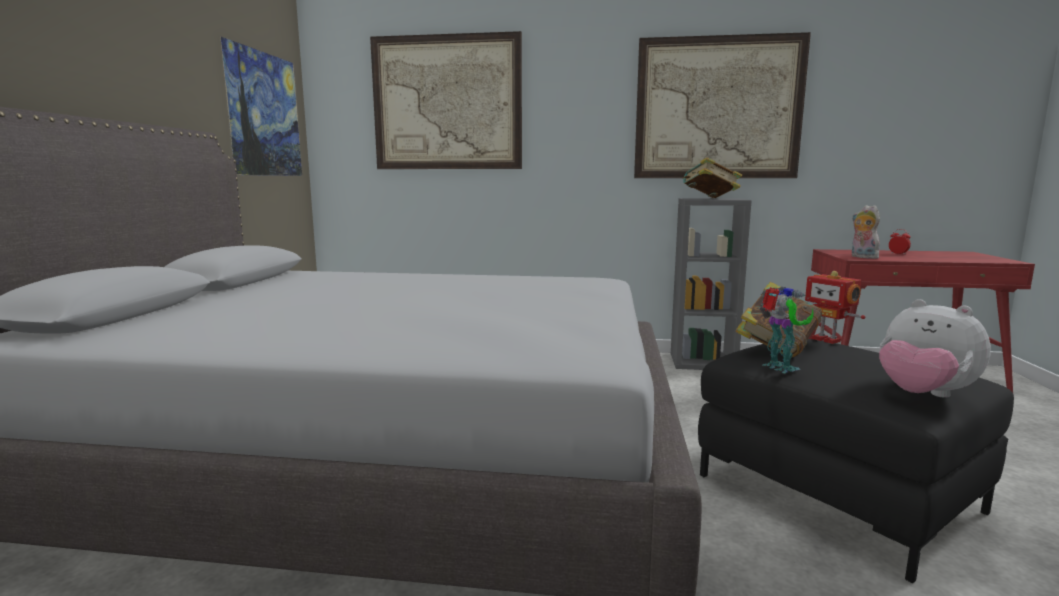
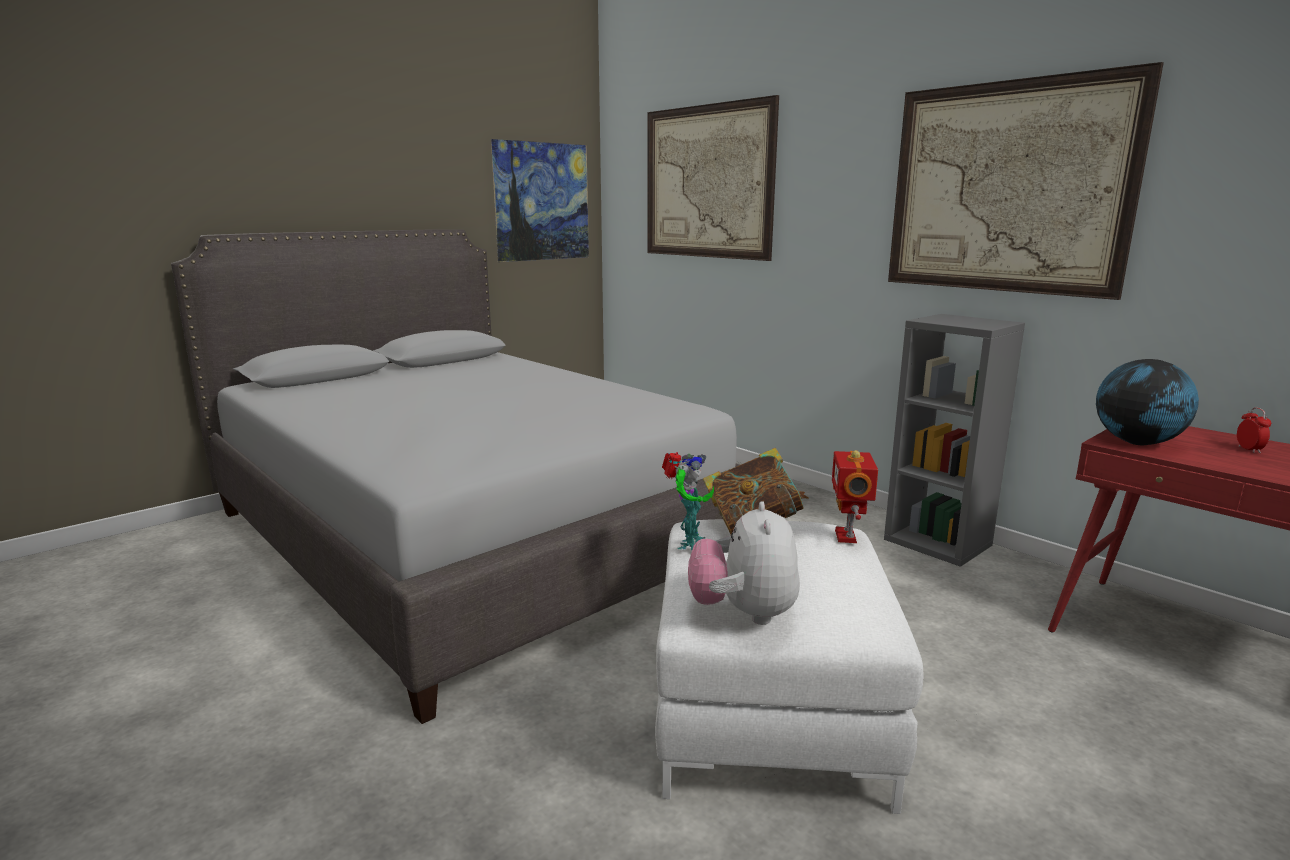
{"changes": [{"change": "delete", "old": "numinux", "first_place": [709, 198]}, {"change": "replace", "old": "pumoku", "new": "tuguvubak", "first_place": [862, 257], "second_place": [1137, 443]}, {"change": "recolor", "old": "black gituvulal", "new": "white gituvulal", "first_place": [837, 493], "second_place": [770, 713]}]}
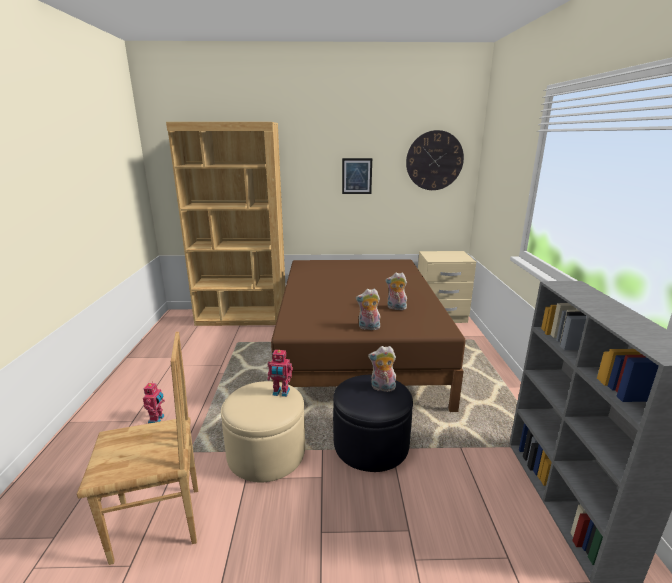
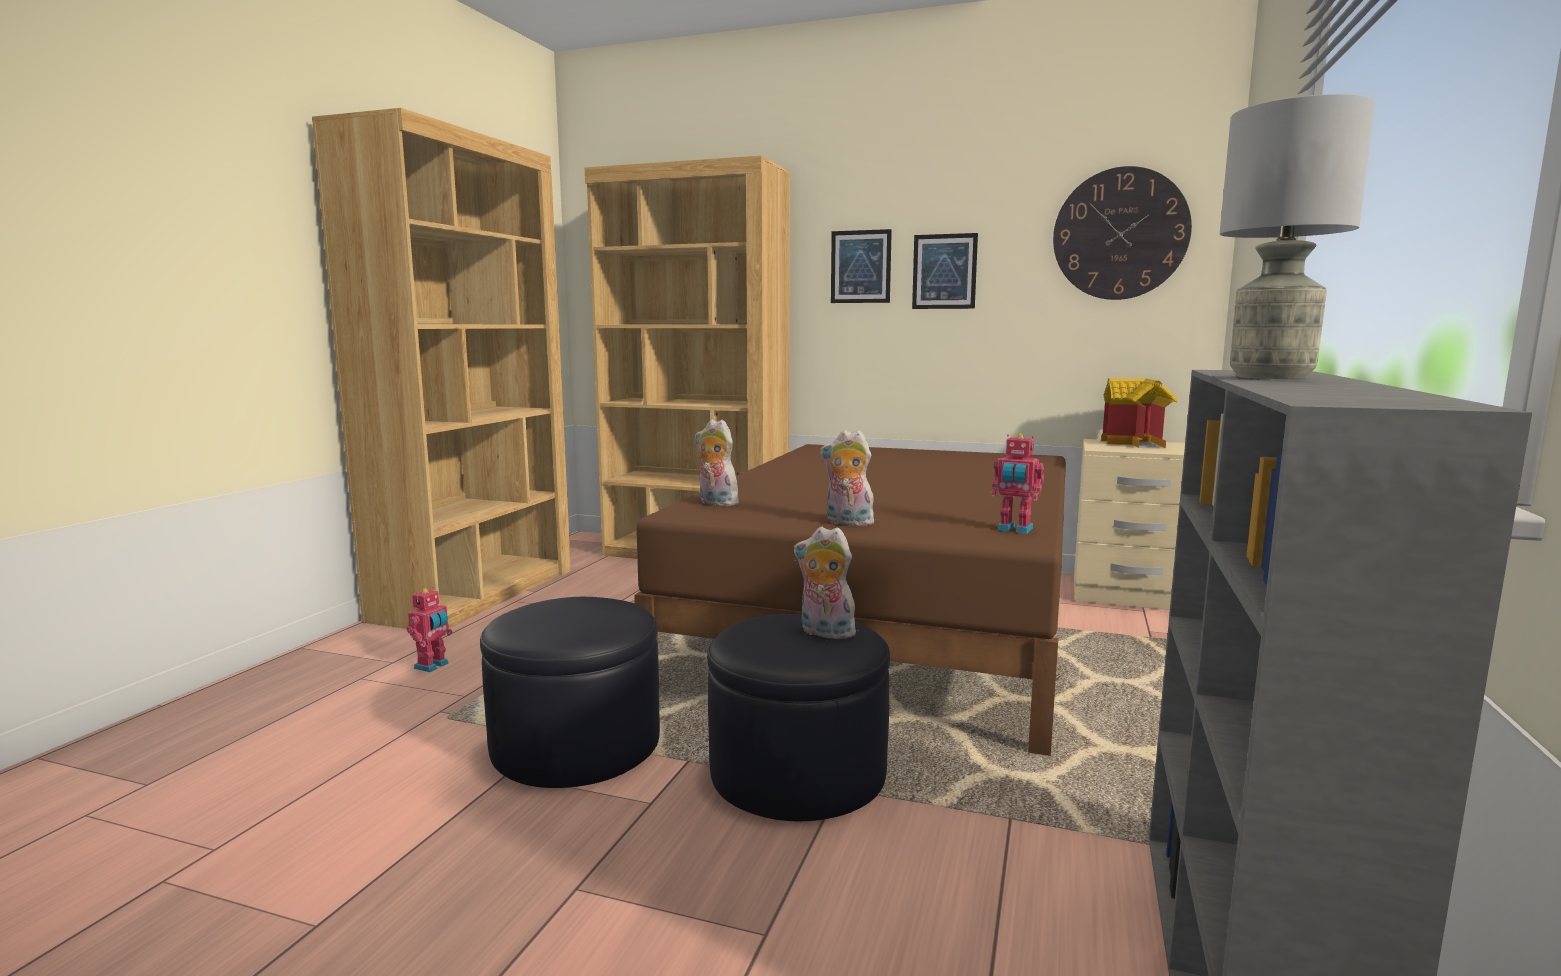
{"changes": [{"change": "move", "old": "pumoku", "first_place": [396, 308], "second_place": [715, 503]}, {"change": "delete", "old": "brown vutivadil", "first_place": [158, 525]}, {"change": "move", "old": "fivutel", "first_place": [281, 393], "second_place": [1014, 530]}, {"change": "recolor", "old": "beige gituvulal", "new": "black gituvulal", "first_place": [266, 452], "second_place": [575, 745]}, {"change": "insert", "new": "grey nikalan", "second_place": [1270, 377]}, {"change": "insert", "new": "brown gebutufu", "second_place": [477, 594]}, {"change": "insert", "new": "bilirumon", "second_place": [860, 266]}, {"change": "insert", "new": "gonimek", "second_place": [1138, 444]}]}
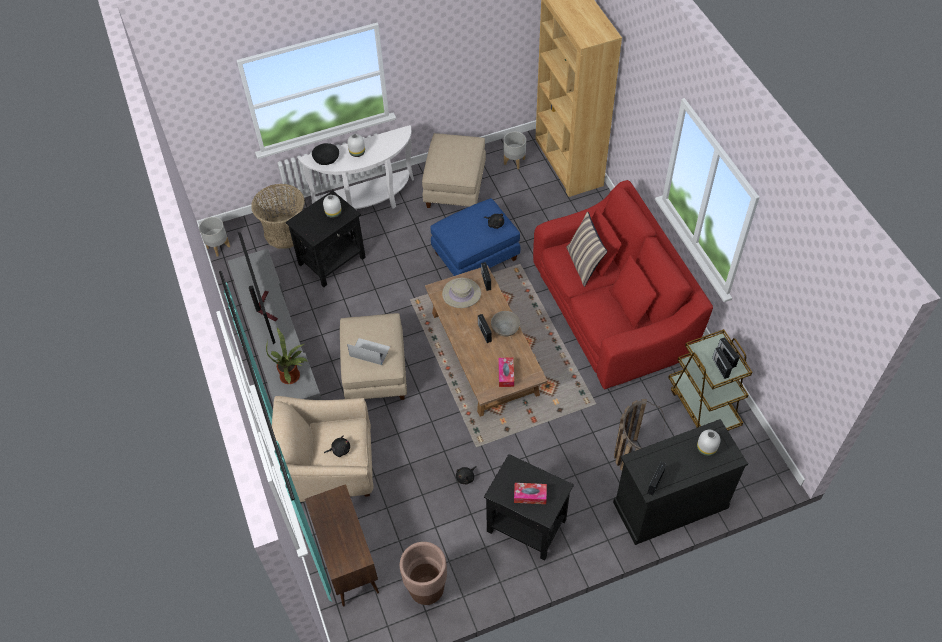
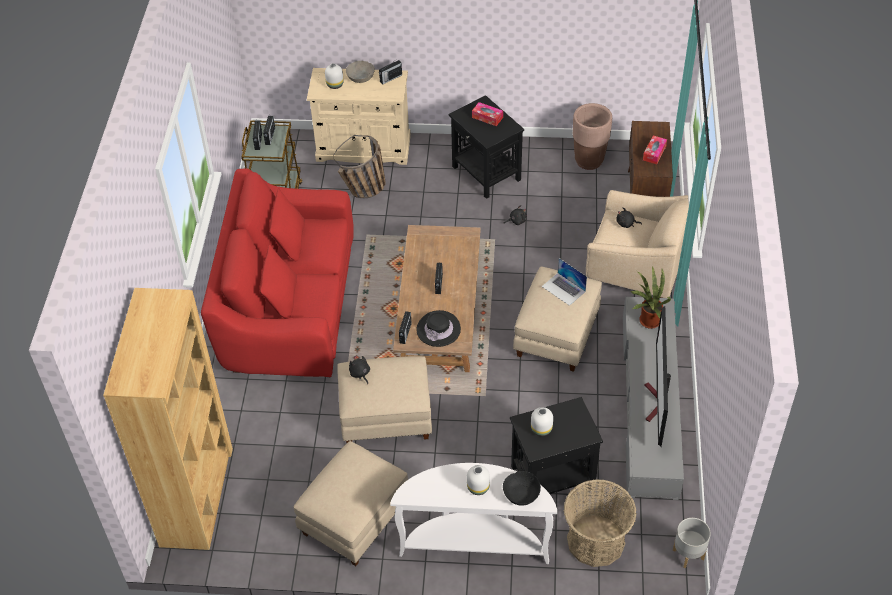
{"changes": [{"change": "delete", "old": "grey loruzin", "first_place": [514, 161]}, {"change": "recolor", "old": "blue gituvulal", "new": "beige gituvulal", "first_place": [475, 256], "second_place": [385, 418]}, {"change": "delete", "old": "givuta", "first_place": [584, 265]}, {"change": "recolor", "old": "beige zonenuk", "new": "black zonenuk", "first_place": [461, 294], "second_place": [438, 329]}, {"change": "move", "old": "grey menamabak", "first_place": [505, 328], "second_place": [360, 77]}, {"change": "move", "old": "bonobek", "first_place": [506, 374], "second_place": [654, 153]}, {"change": "recolor", "old": "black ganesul", "new": "beige ganesul", "first_place": [670, 505], "second_place": [363, 148]}]}
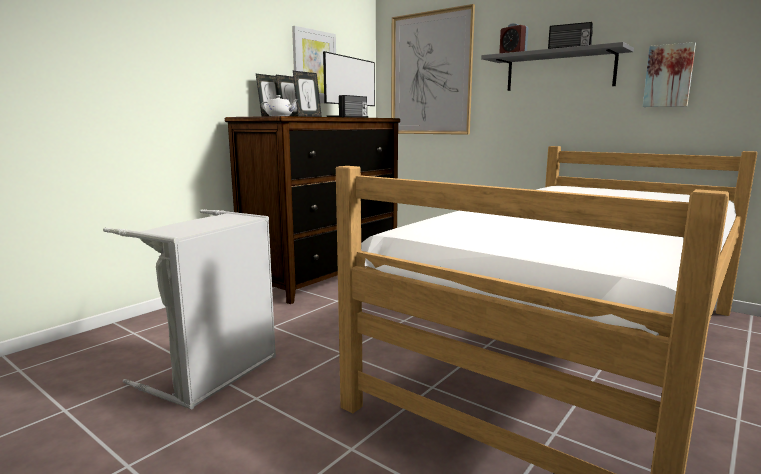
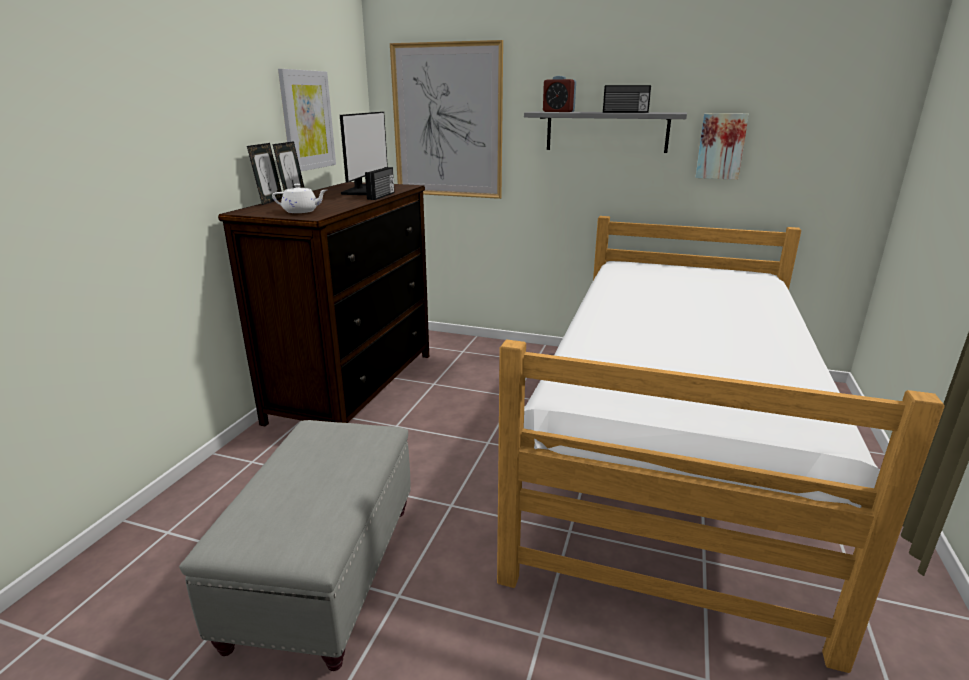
{"changes": [{"change": "delete", "old": "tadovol", "first_place": [308, 116]}, {"change": "replace", "old": "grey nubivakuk", "new": "grey gituvulal", "first_place": [214, 374], "second_place": [324, 573]}]}
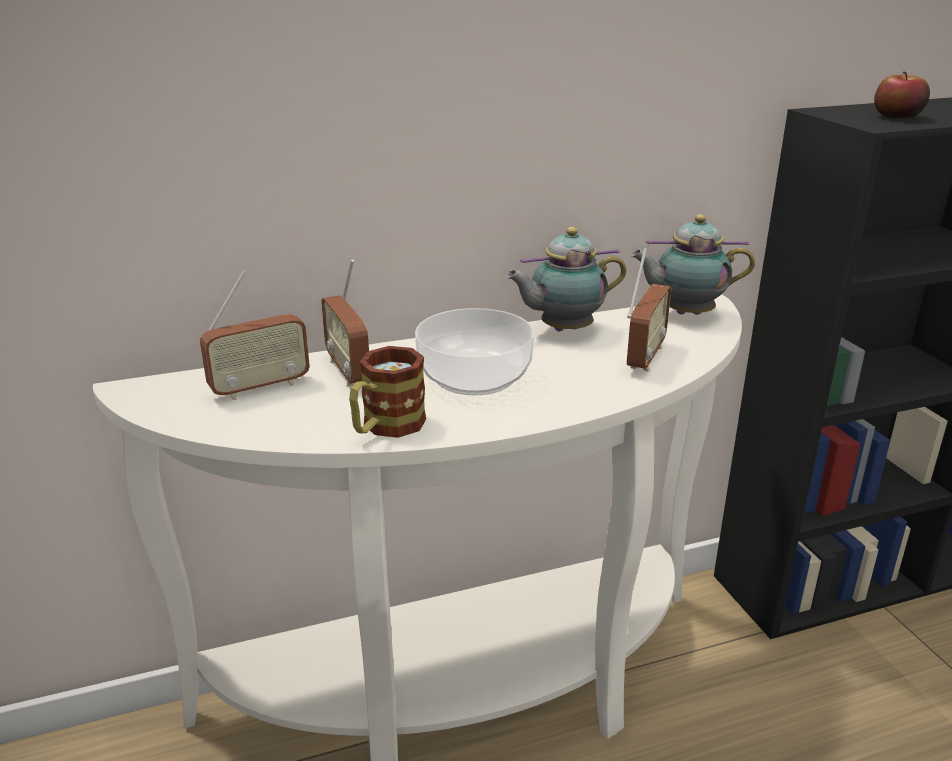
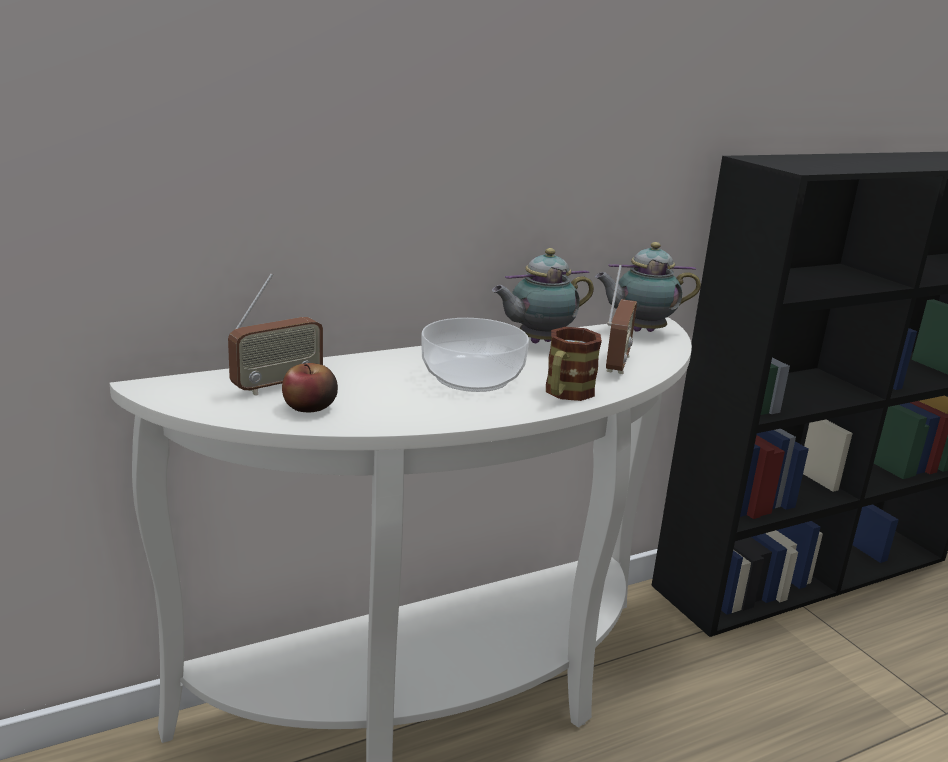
{"changes": [{"change": "move", "old": "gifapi", "first_place": [897, 116], "second_place": [310, 407]}, {"change": "delete", "old": "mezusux", "first_place": [349, 371]}, {"change": "move", "old": "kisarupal", "first_place": [385, 427], "second_place": [565, 394]}]}
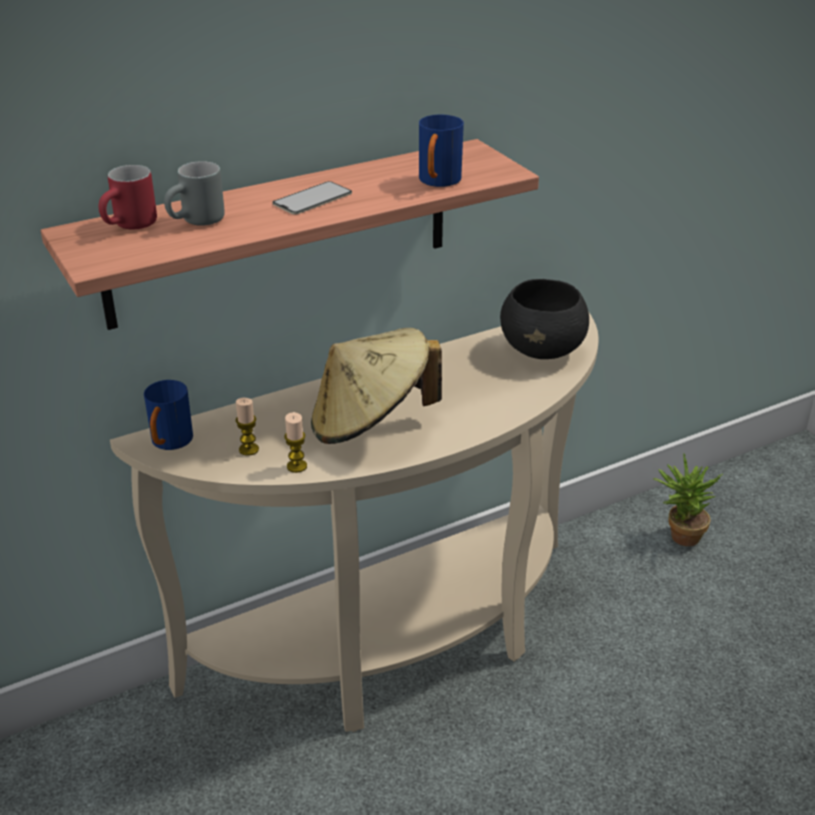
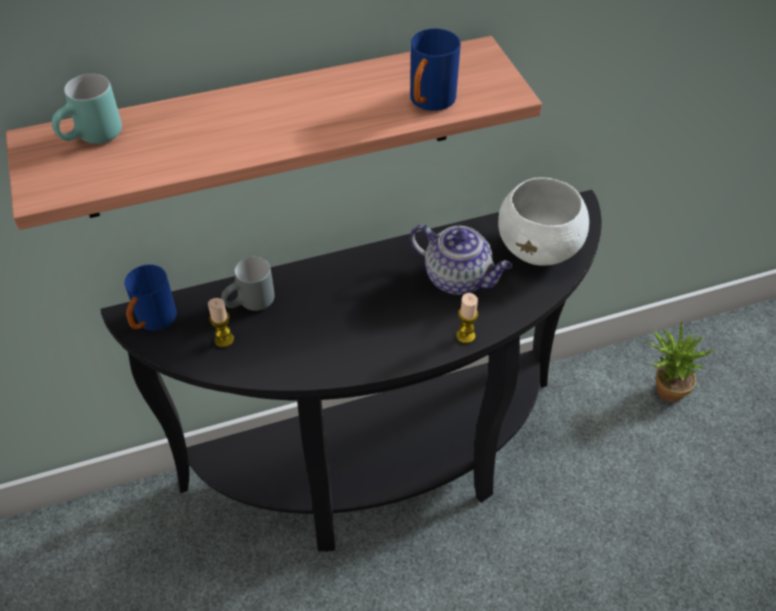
{"changes": [{"change": "move", "old": "grey kisarupal", "first_place": [198, 223], "second_place": [251, 305]}, {"change": "recolor", "old": "red kisarupal", "new": "turquoise kisarupal", "first_place": [131, 227], "second_place": [94, 139]}, {"change": "delete", "old": "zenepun", "first_place": [312, 199]}, {"change": "recolor", "old": "black menamabak", "new": "white menamabak", "first_place": [543, 350], "second_place": [539, 248]}, {"change": "recolor", "old": "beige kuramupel", "new": "black kuramupel", "first_place": [401, 646], "second_place": [384, 470]}, {"change": "delete", "old": "beige zonenuk", "first_place": [371, 423]}, {"change": "move", "old": "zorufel", "first_place": [297, 466], "second_place": [465, 336]}, {"change": "insert", "new": "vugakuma", "second_place": [459, 278]}]}
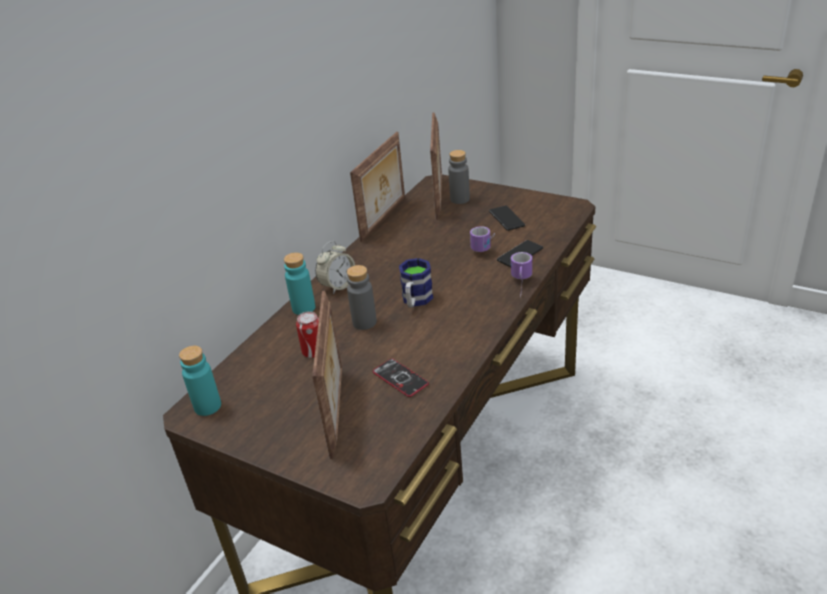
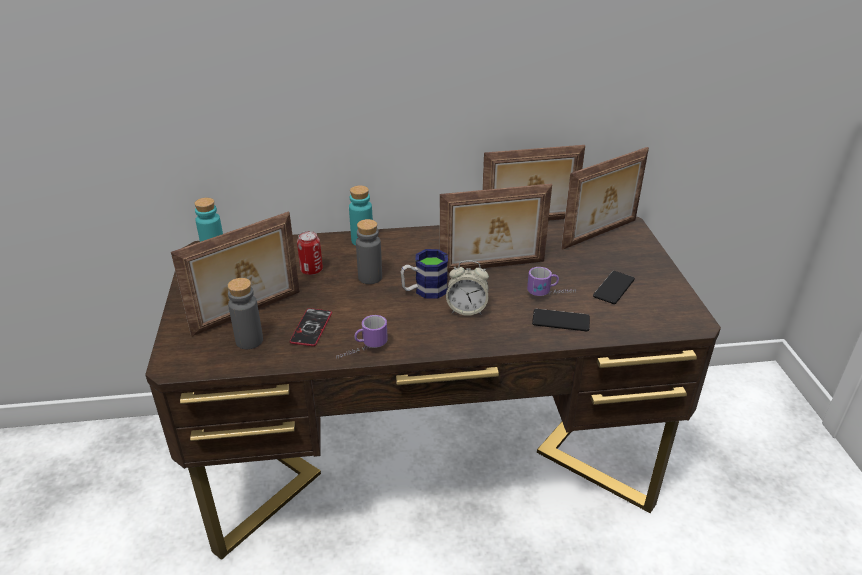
{"changes": [{"change": "move", "old": "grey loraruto", "first_place": [460, 199], "second_place": [249, 341]}, {"change": "move", "old": "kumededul", "first_place": [338, 286], "second_place": [467, 309]}, {"change": "move", "old": "kisarupal", "first_place": [521, 286], "second_place": [361, 350]}, {"change": "insert", "new": "tadovol", "second_place": [492, 267]}]}
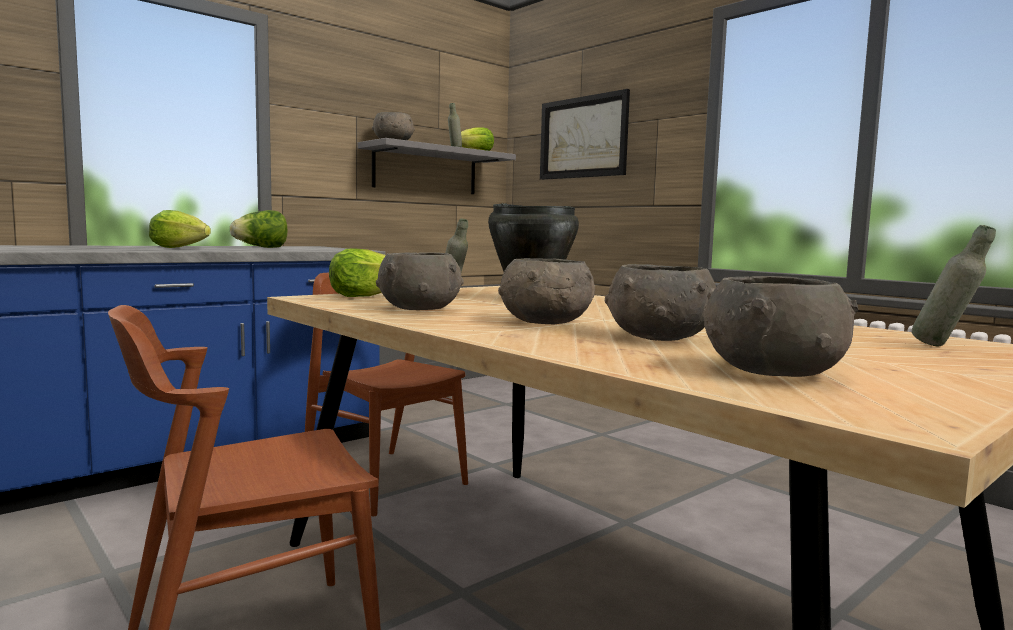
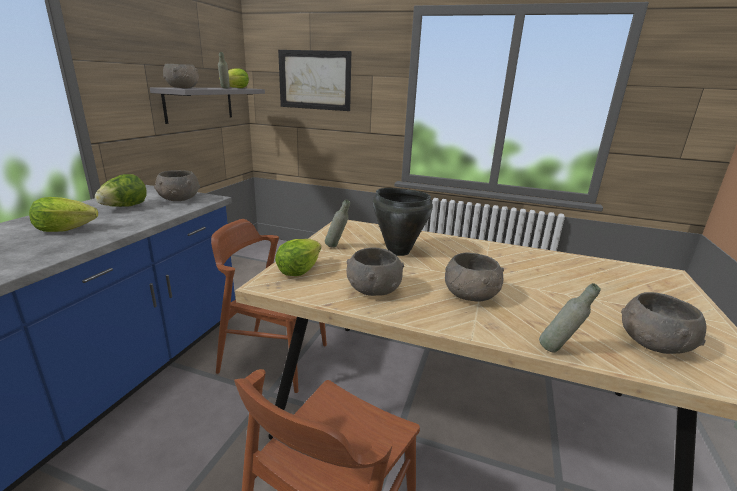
{"changes": [{"change": "move", "old": "grey loraruto", "first_place": [945, 347], "second_place": [558, 351]}, {"change": "move", "old": "grey menamabak", "first_place": [657, 338], "second_place": [178, 199]}]}
